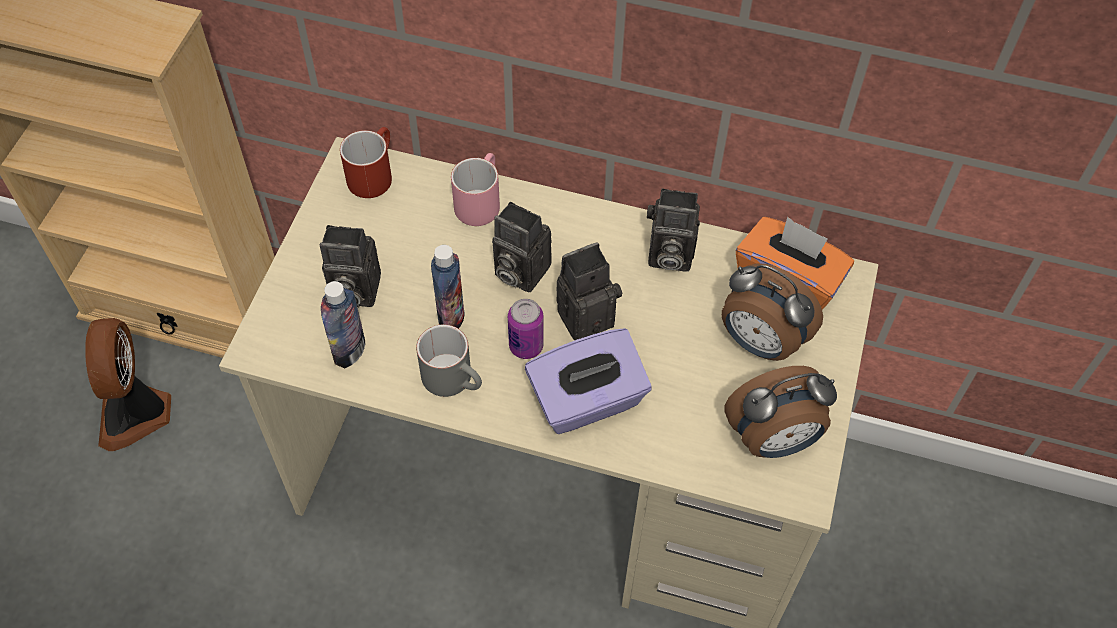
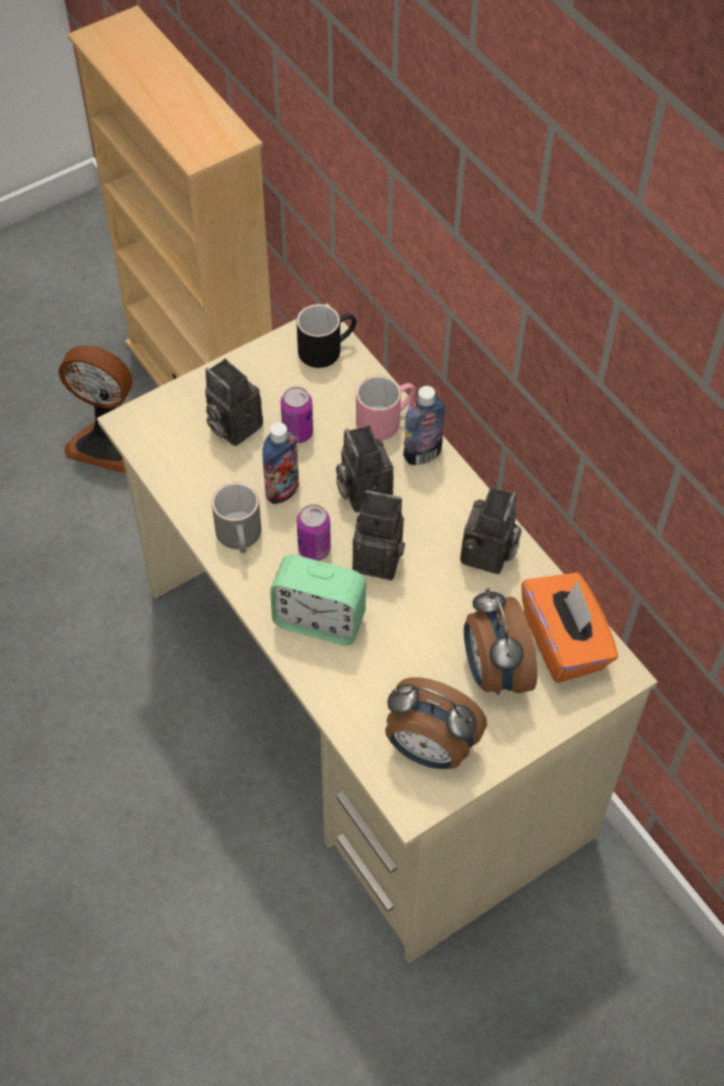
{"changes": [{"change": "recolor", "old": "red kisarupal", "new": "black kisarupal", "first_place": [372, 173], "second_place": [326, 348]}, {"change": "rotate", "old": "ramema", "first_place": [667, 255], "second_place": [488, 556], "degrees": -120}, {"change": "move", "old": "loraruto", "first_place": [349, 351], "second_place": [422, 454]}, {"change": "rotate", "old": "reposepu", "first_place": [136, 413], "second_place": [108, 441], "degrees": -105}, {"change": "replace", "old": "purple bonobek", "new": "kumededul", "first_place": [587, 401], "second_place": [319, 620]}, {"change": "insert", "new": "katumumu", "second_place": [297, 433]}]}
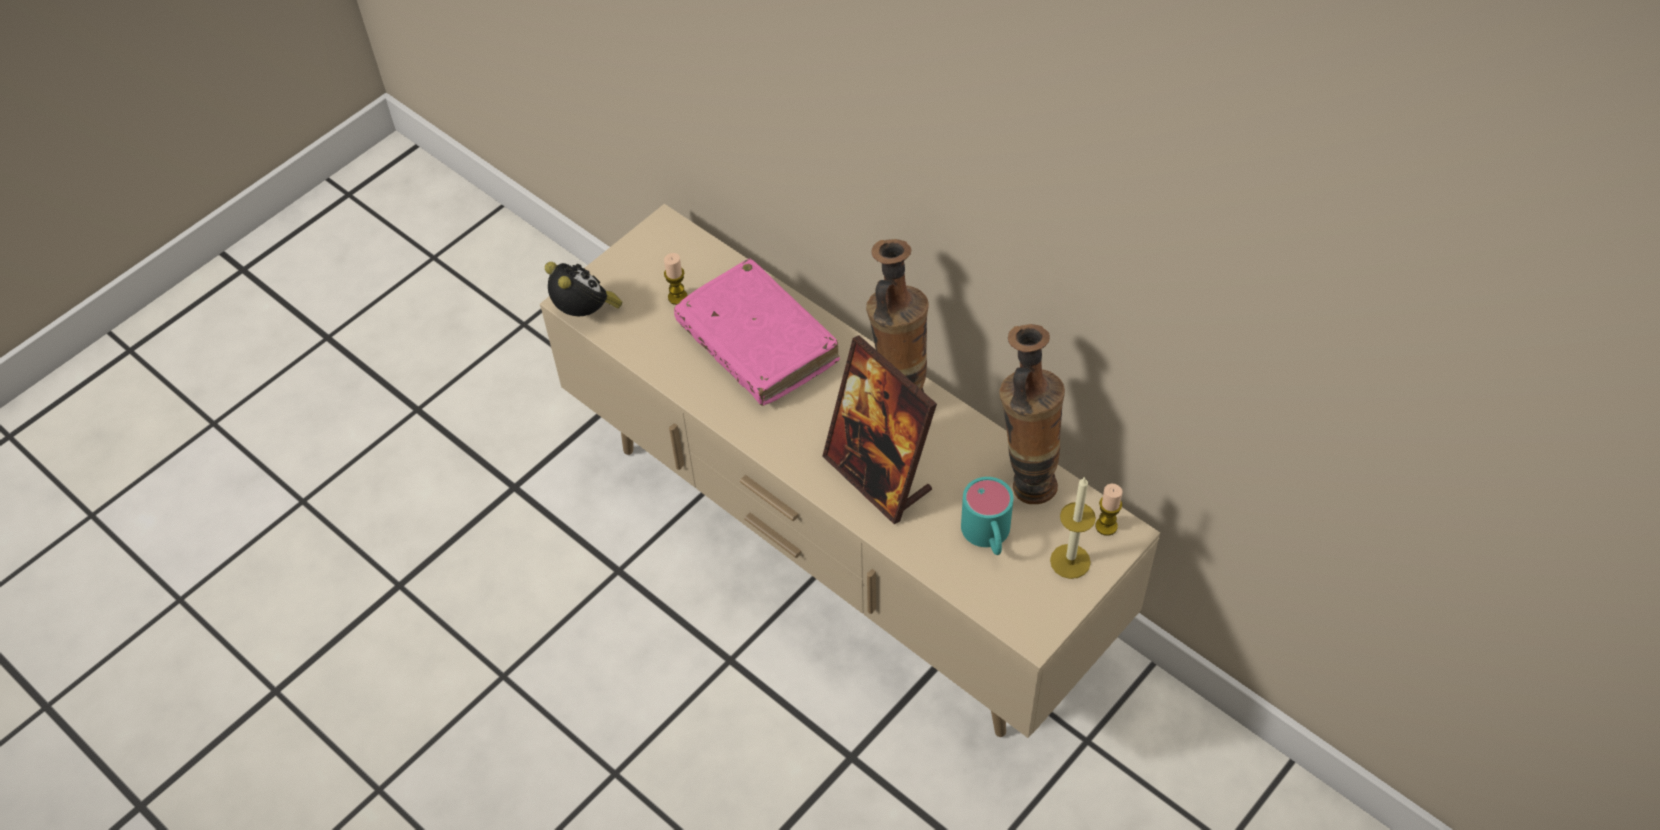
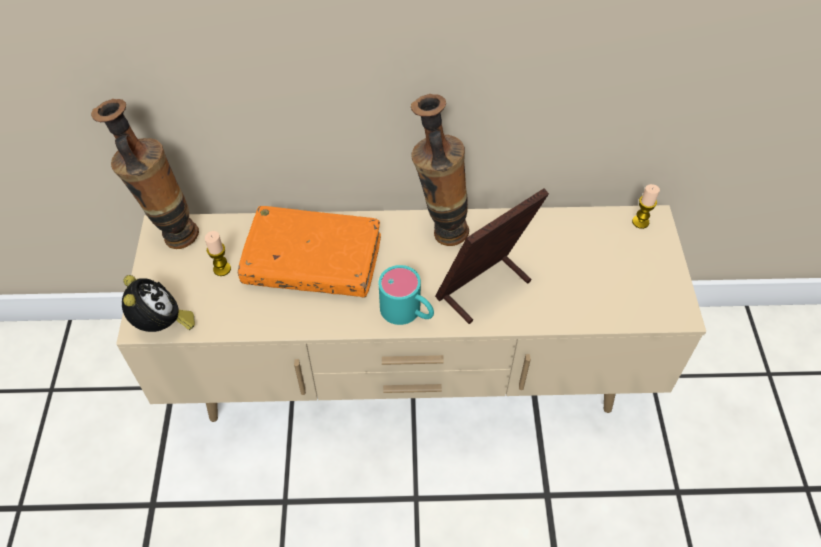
{"changes": [{"change": "recolor", "old": "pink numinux", "new": "orange numinux", "first_place": [757, 343], "second_place": [313, 261]}, {"change": "rotate", "old": "kumededul", "first_place": [586, 313], "second_place": [162, 325], "degrees": 60}, {"change": "move", "old": "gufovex", "first_place": [1026, 478], "second_place": [171, 234]}, {"change": "rotate", "old": "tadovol", "first_place": [878, 476], "second_place": [484, 288], "degrees": 135}, {"change": "delete", "old": "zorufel", "first_place": [1070, 561]}, {"change": "move", "old": "turquoise kisarupal", "first_place": [988, 536], "second_place": [408, 312]}]}
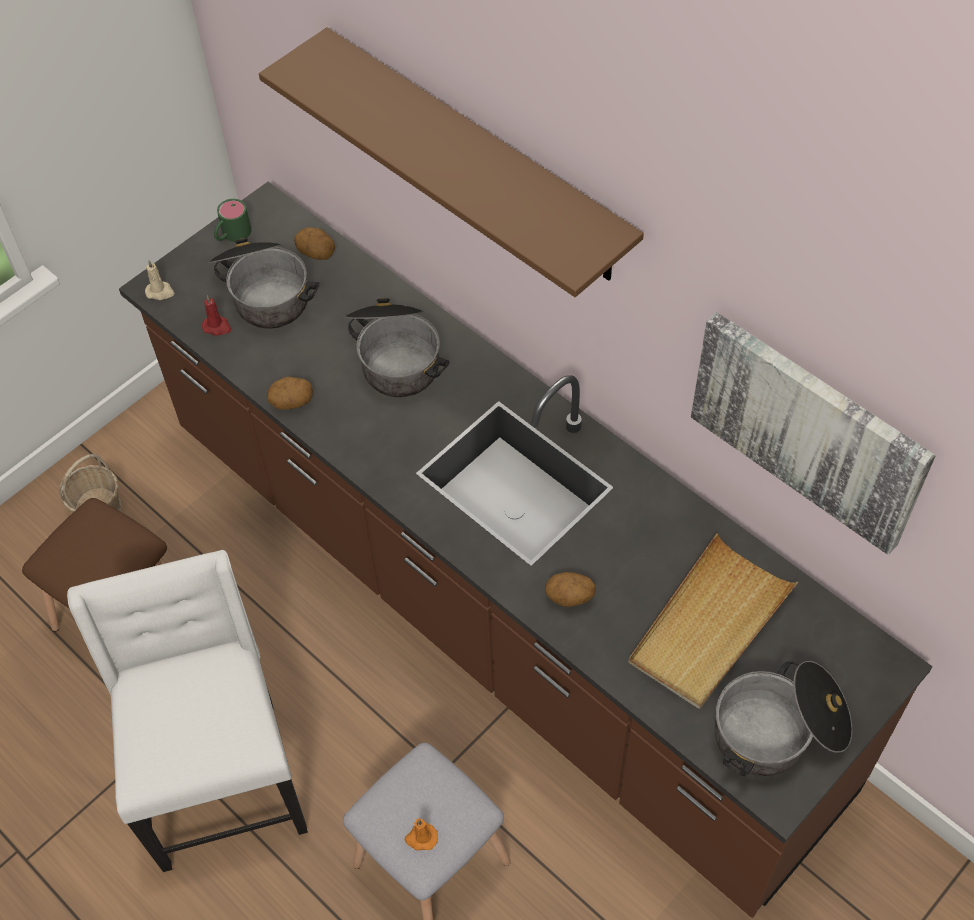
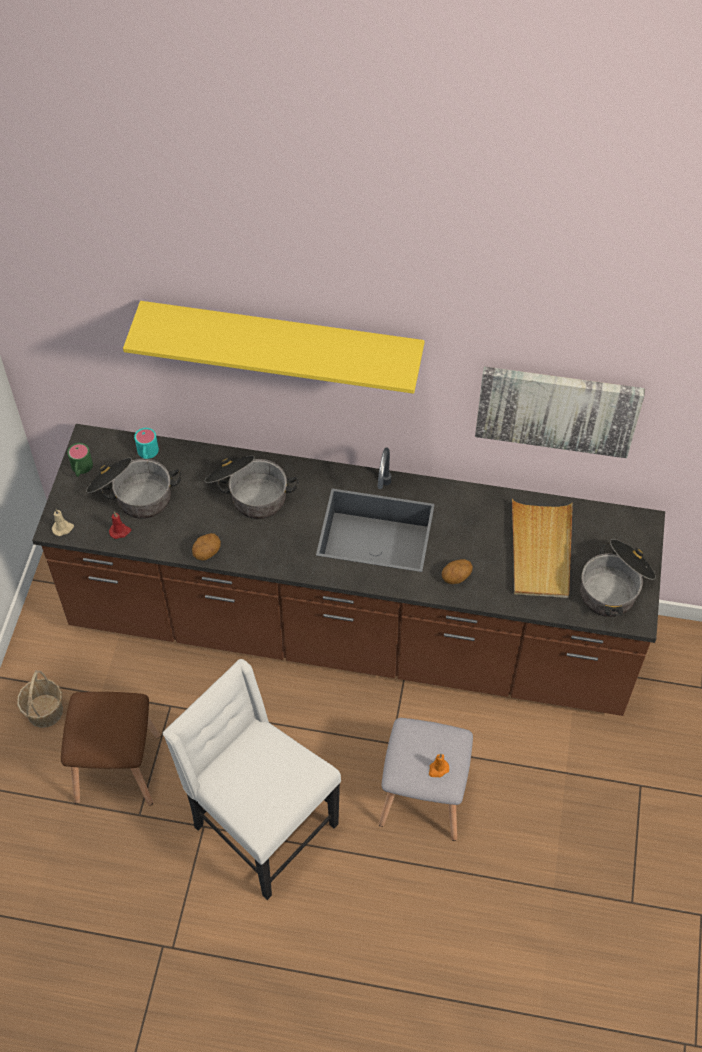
{"changes": [{"change": "recolor", "old": "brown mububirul", "new": "yellow mububirul", "first_place": [477, 157], "second_place": [282, 340]}, {"change": "replace", "old": "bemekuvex", "new": "turquoise kisarupal", "first_place": [317, 253], "second_place": [147, 454]}]}
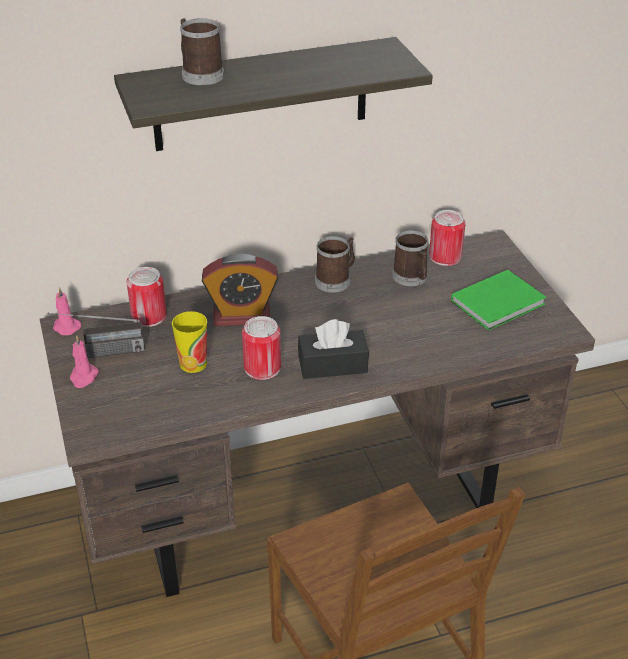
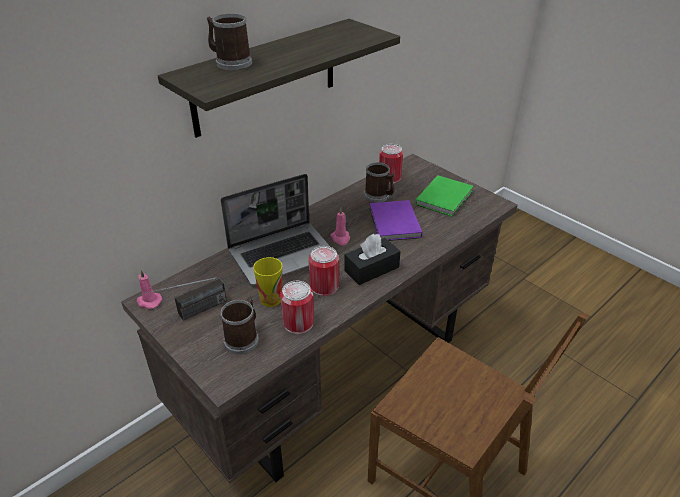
{"changes": [{"change": "move", "old": "kisarupal", "first_place": [336, 280], "second_place": [243, 338]}, {"change": "replace", "old": "kumededul", "new": "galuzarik", "first_place": [242, 316], "second_place": [282, 253]}, {"change": "move", "old": "katumumu", "first_place": [149, 316], "second_place": [298, 323]}, {"change": "move", "old": "pink zorufel", "first_place": [83, 377], "second_place": [340, 238]}, {"change": "insert", "new": "purple numinux", "second_place": [394, 224]}]}
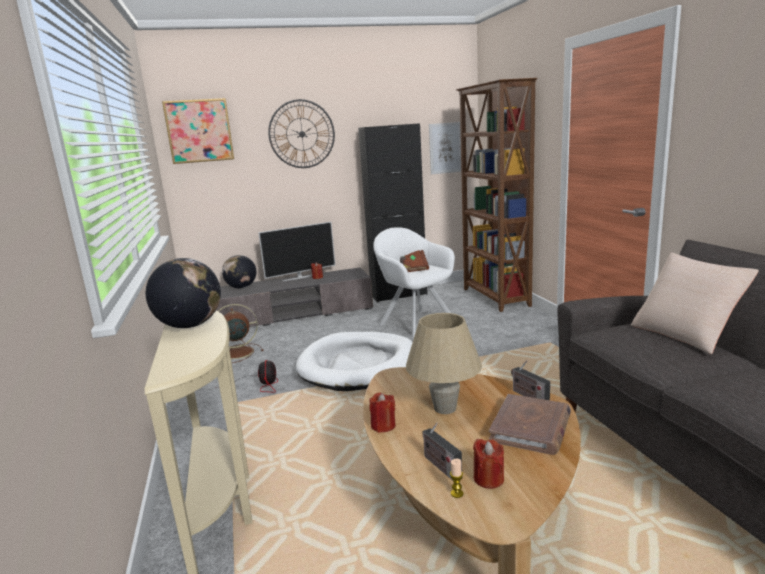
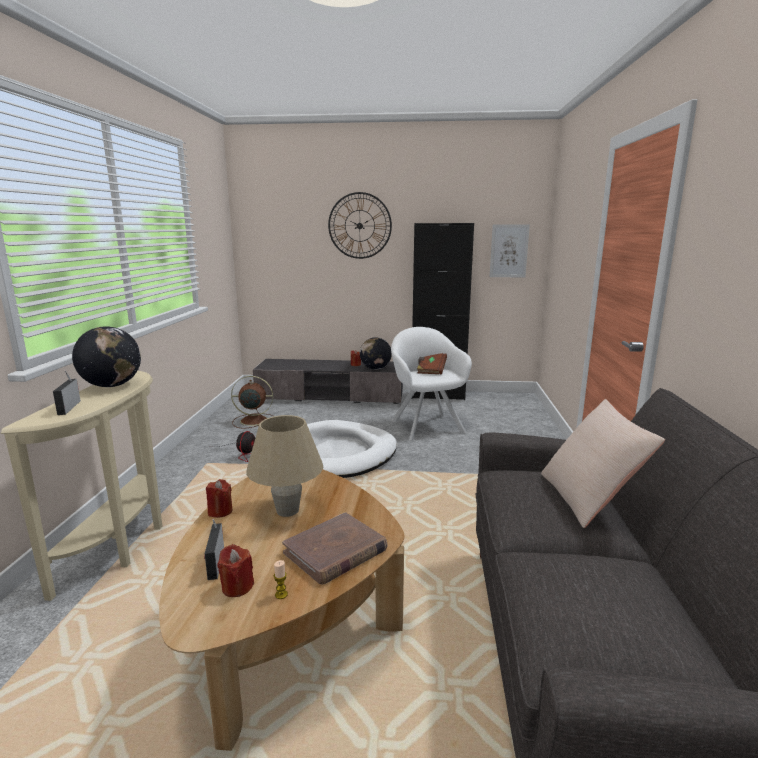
{"changes": [{"change": "delete", "old": "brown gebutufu", "first_place": [495, 297]}, {"change": "delete", "old": "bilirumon", "first_place": [199, 131]}, {"change": "delete", "old": "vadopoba", "first_place": [300, 277]}, {"change": "move", "old": "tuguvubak", "first_place": [241, 287], "second_place": [375, 368]}, {"change": "move", "old": "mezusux", "first_place": [528, 396], "second_place": [69, 407]}, {"change": "move", "old": "zorufel", "first_place": [457, 493], "second_place": [281, 594]}]}
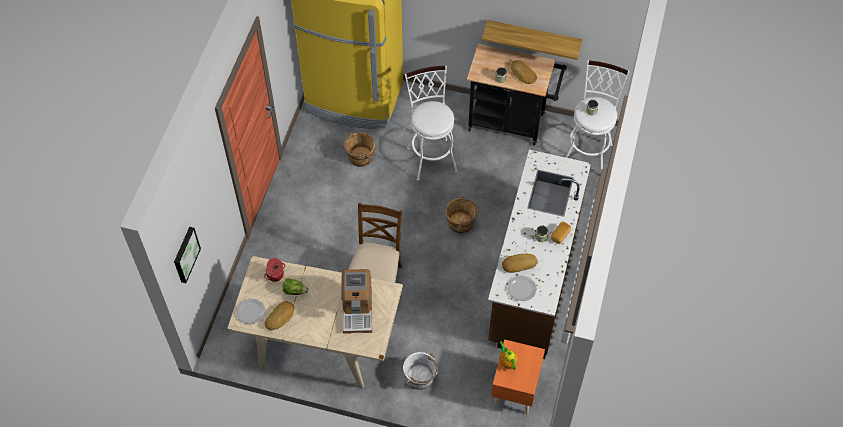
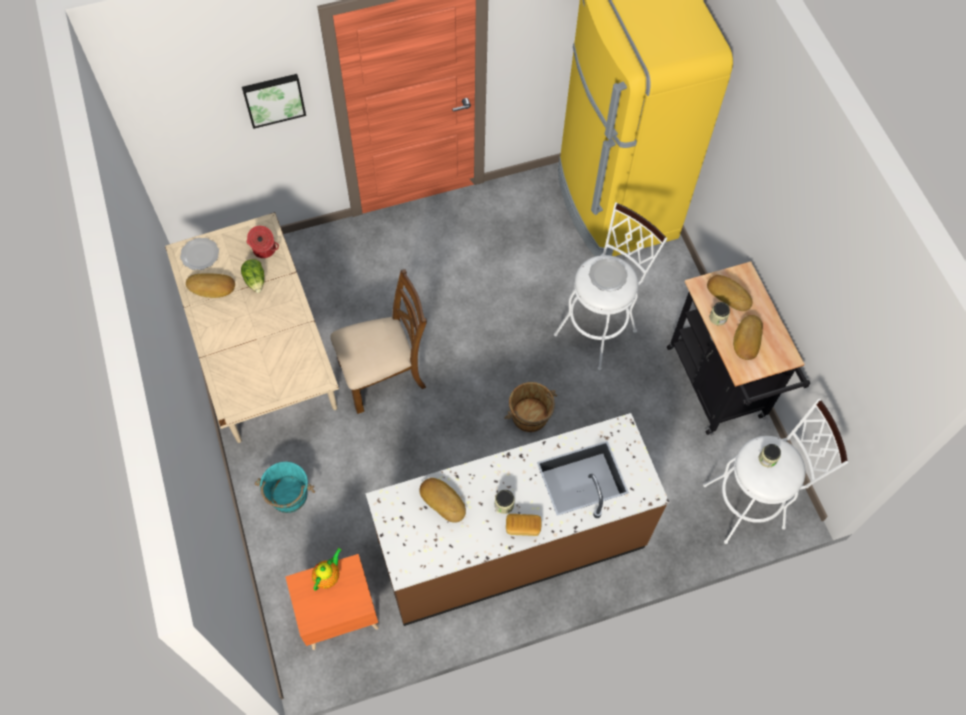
{"changes": [{"change": "delete", "old": "mububirul", "first_place": [533, 37]}, {"change": "delete", "old": "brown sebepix", "first_place": [360, 157]}, {"change": "move", "old": "bilirumon", "first_place": [185, 254], "second_place": [274, 99]}, {"change": "delete", "old": "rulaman", "first_place": [357, 309]}, {"change": "move", "old": "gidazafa", "first_place": [521, 289], "second_place": [607, 275]}, {"change": "recolor", "old": "white sebepix", "new": "turquoise sebepix", "first_place": [420, 378], "second_place": [288, 496]}, {"change": "insert", "new": "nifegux", "second_place": [729, 294]}]}
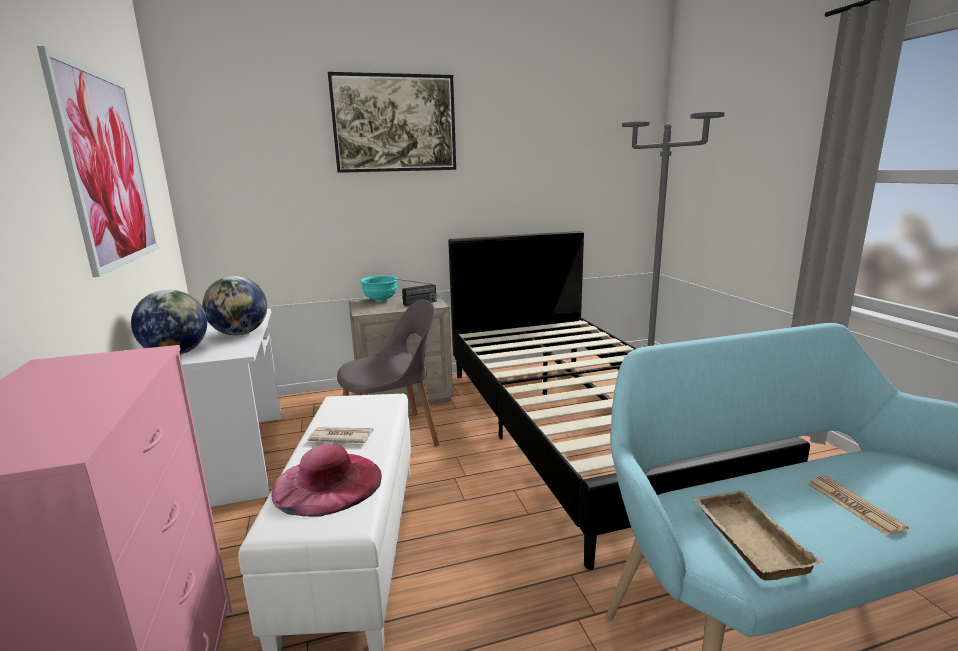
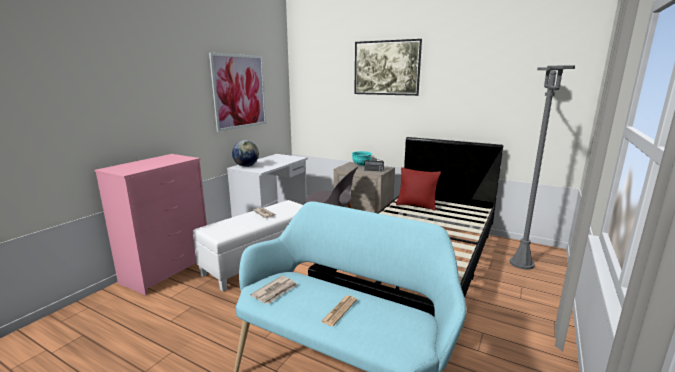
{"changes": [{"change": "delete", "old": "tuguvubak", "first_place": [240, 334]}, {"change": "delete", "old": "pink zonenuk", "first_place": [327, 482]}, {"change": "replace", "old": "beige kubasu", "new": "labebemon", "first_place": [745, 539], "second_place": [275, 291]}, {"change": "insert", "new": "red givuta", "second_place": [416, 206]}]}
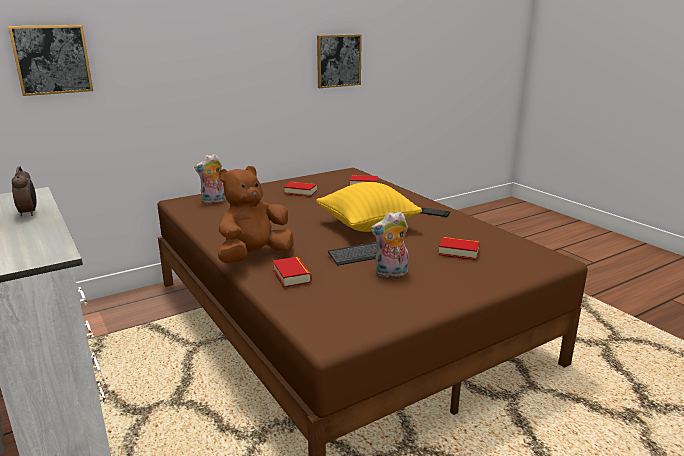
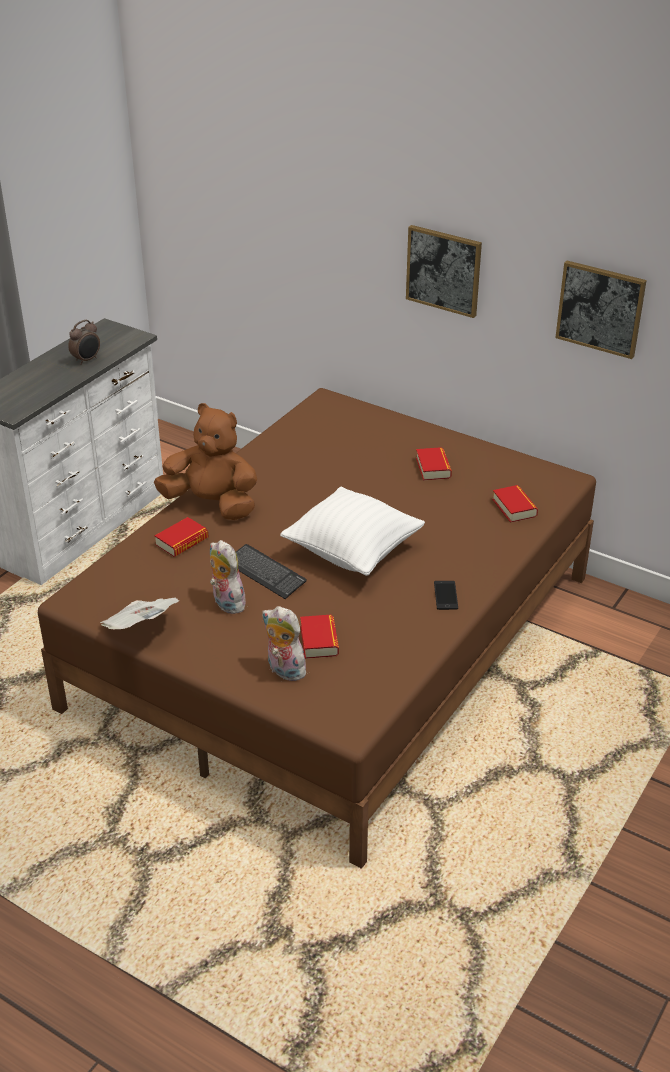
{"changes": [{"change": "move", "old": "bilirumon", "first_place": [52, 59], "second_place": [444, 270]}, {"change": "move", "old": "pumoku", "first_place": [213, 201], "second_place": [283, 670]}, {"change": "recolor", "old": "yellow givuta", "new": "white givuta", "first_place": [367, 226], "second_place": [353, 552]}, {"change": "insert", "new": "labebemon", "second_place": [141, 628]}]}
